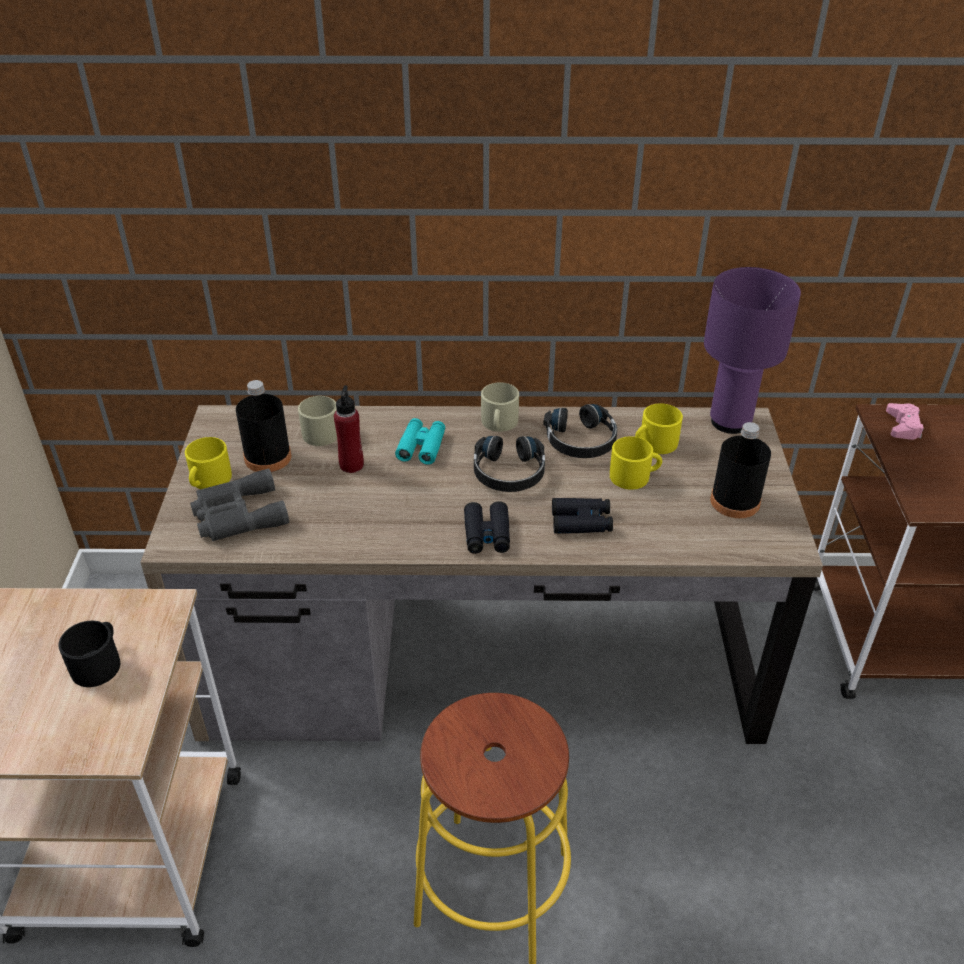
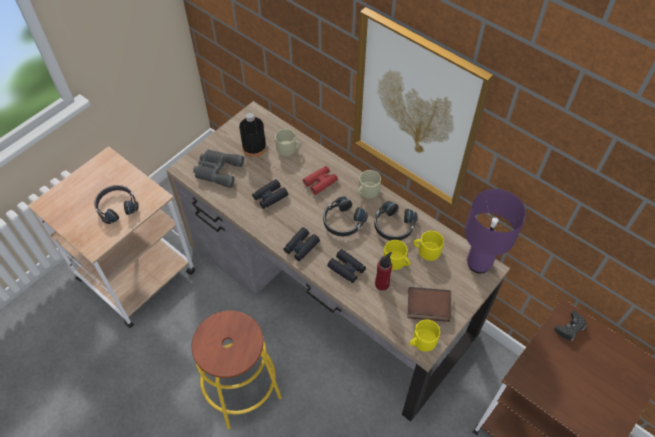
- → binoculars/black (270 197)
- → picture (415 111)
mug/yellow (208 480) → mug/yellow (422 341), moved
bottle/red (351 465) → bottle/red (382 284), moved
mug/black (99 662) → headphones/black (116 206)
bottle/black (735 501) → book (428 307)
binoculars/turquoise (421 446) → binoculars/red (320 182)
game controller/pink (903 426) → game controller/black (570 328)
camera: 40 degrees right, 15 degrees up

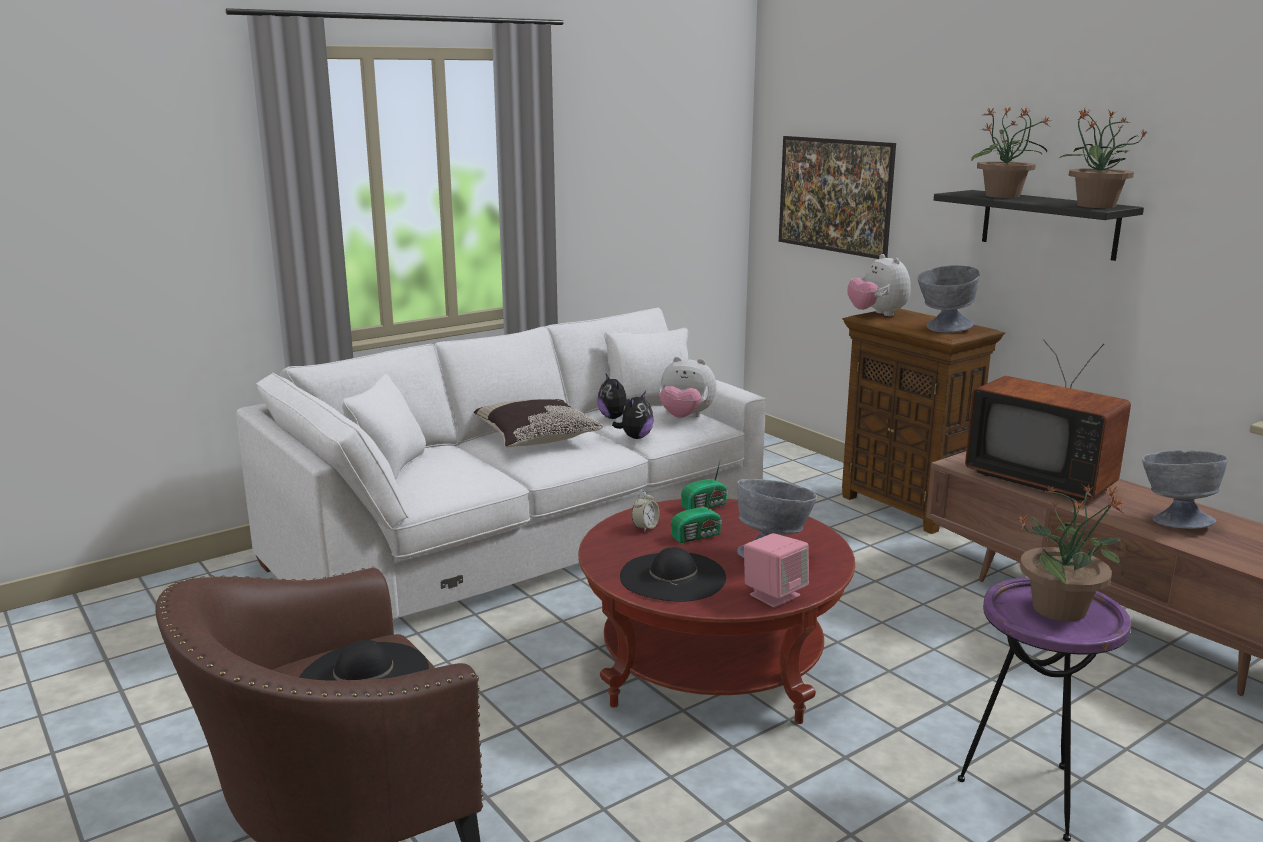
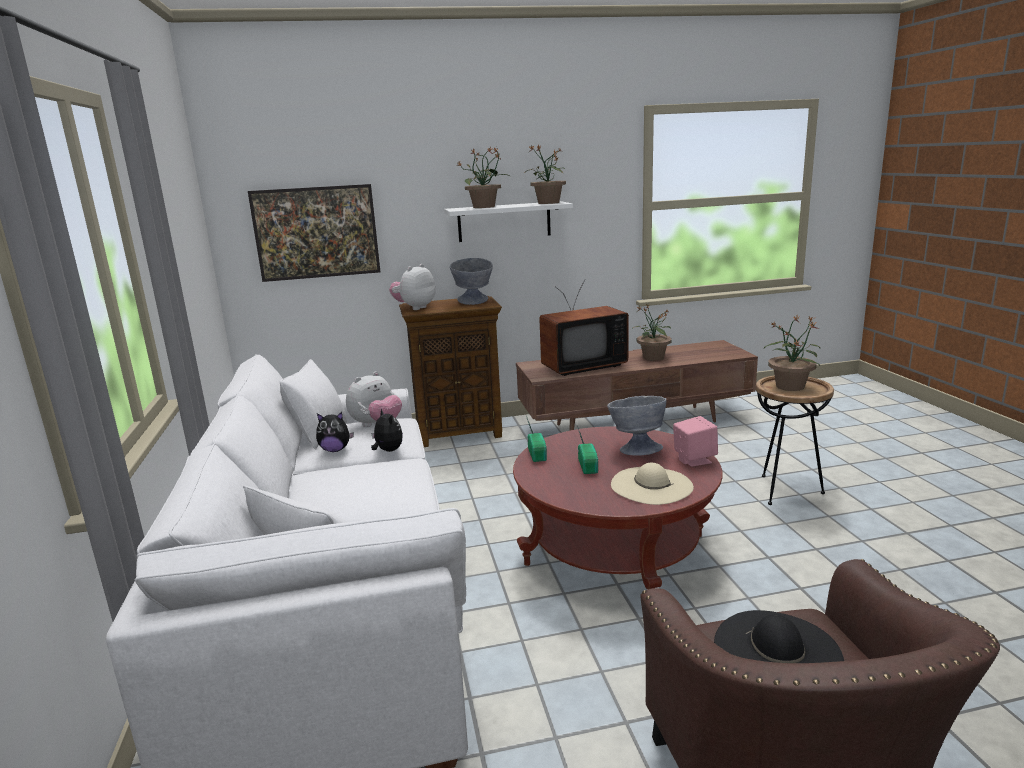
pillow (537 438) → -
alarm clock (645 527) → -
bowl/grey (1173 520) → potted plant (653 357)
hat/black (673 577) → hat/beige (651 485)
shelf/black (1049 224) → shelf/white (504 221)
side table/purple (1029 794) → side table/brown (784 490)
plush toy (877 314) → plush toy (414 308), 120 degrees clockwise
camera: 65 degrees left, 0 degrees up

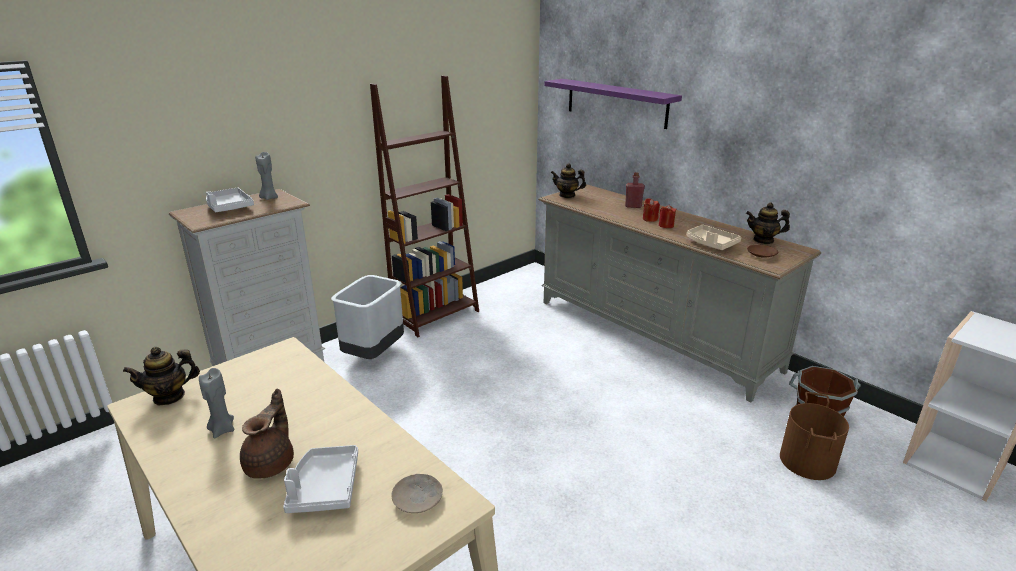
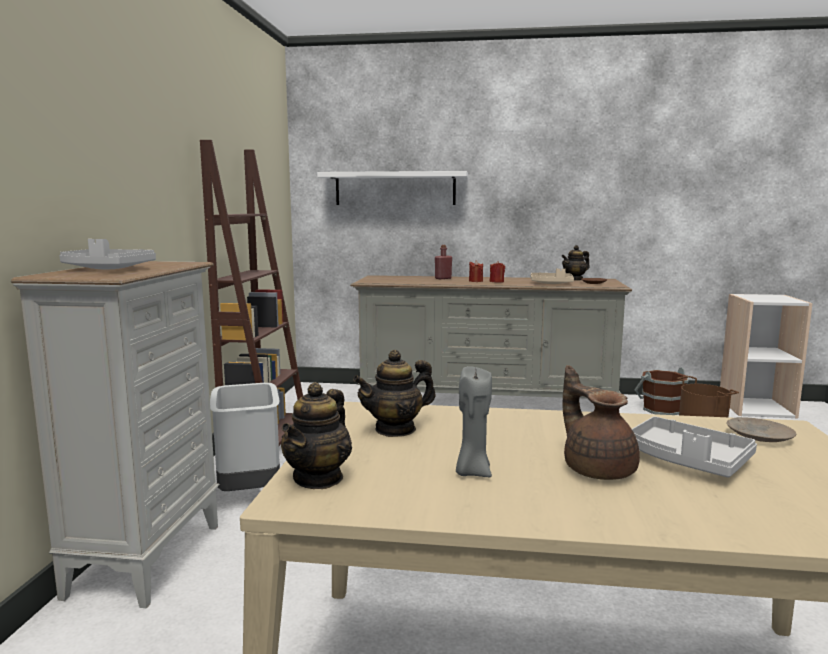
candle/grey (269 198) → -
teapot (567 195) → teapot (395 429), moved
shelf/purple (616 103) → shelf/white (395 189)
camera: 40 degrees left, 15 degrees down

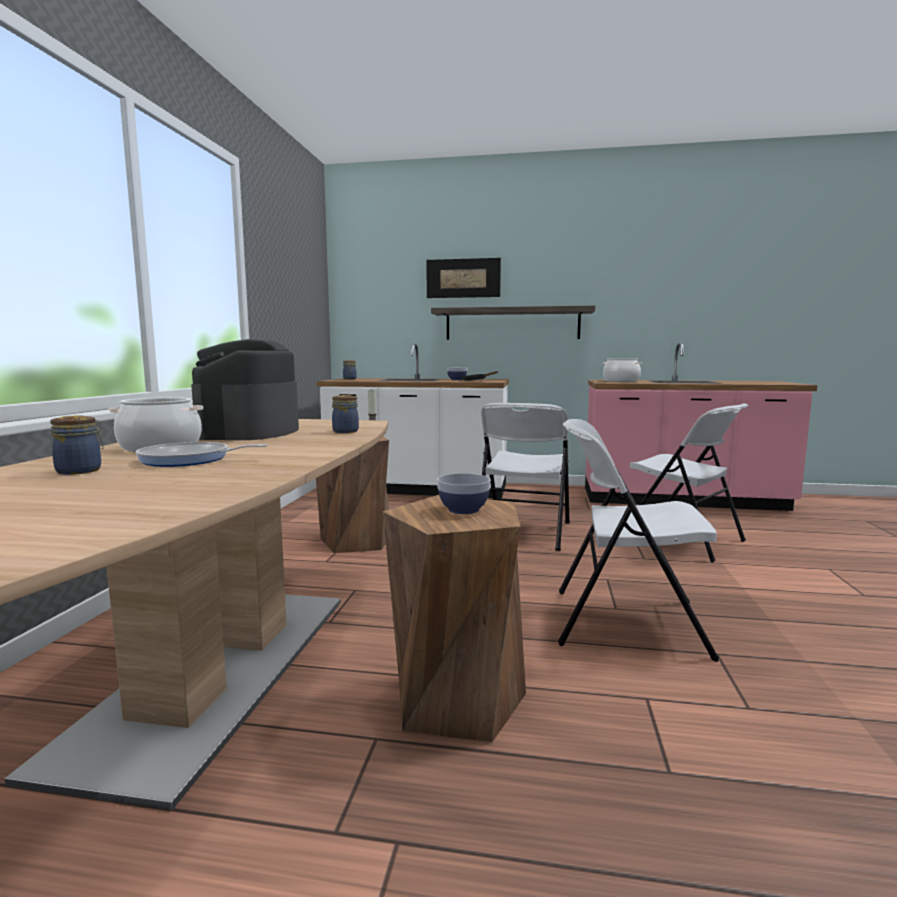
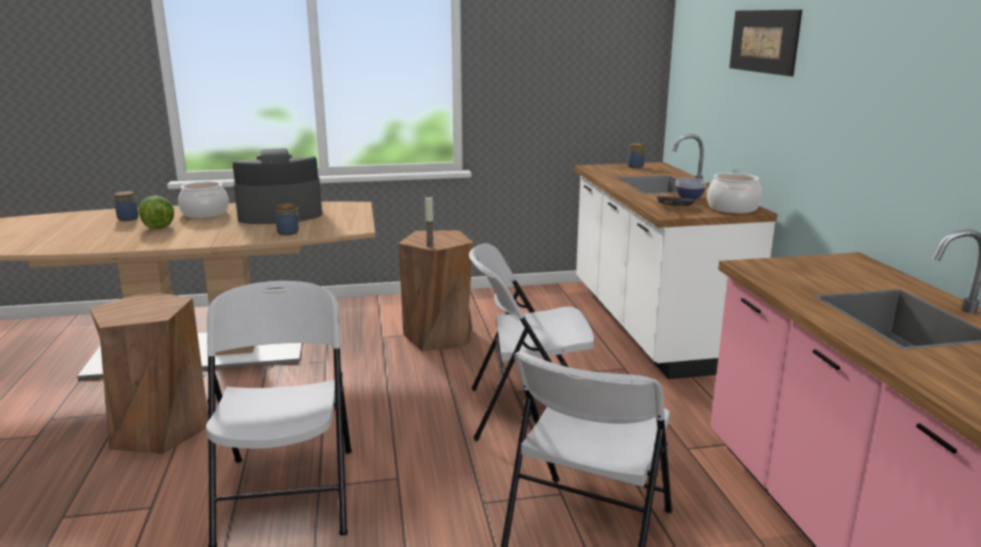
shelf (512 324) → -
bowl (463 510) → -
cooking pot (621 381) → cooking pot (733 208), moved
frying pan (189 460) → lettuce (159 226)
camera: 70 degrees right, 10 degrees up

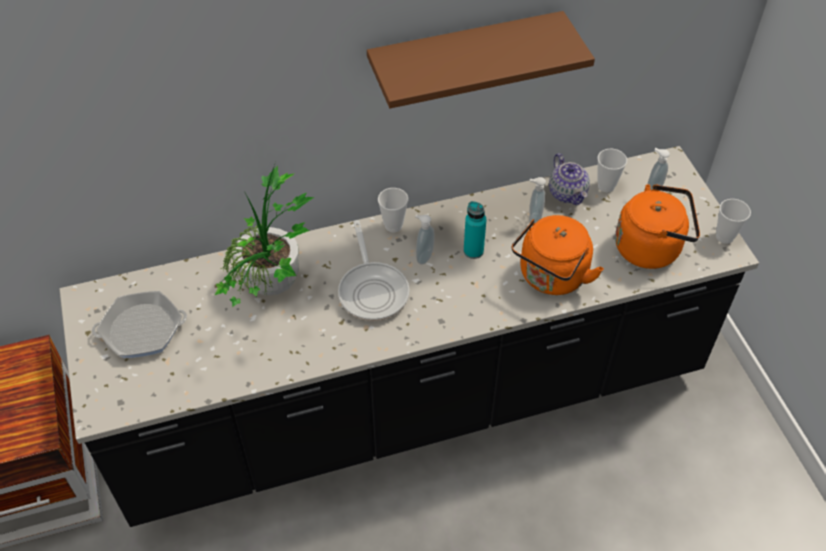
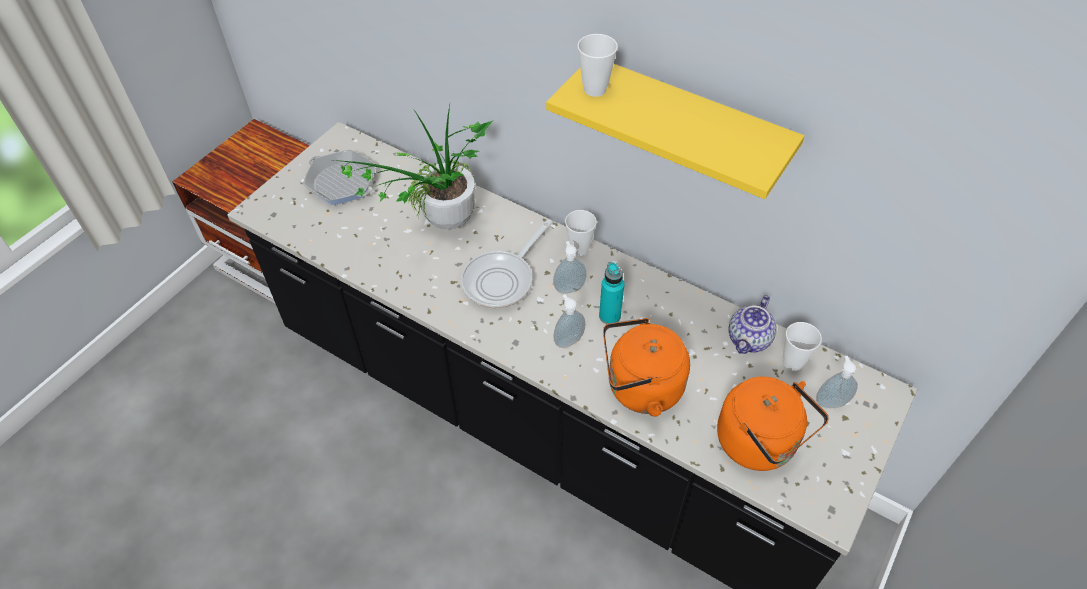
soap dispenser (533 219) → soap dispenser (568 340), moved
cup (724 237) → cup (595 89), moved
shelf/brown (465 58) → shelf/yellow (687 125)
camera: 50 degrees right, 0 degrees up

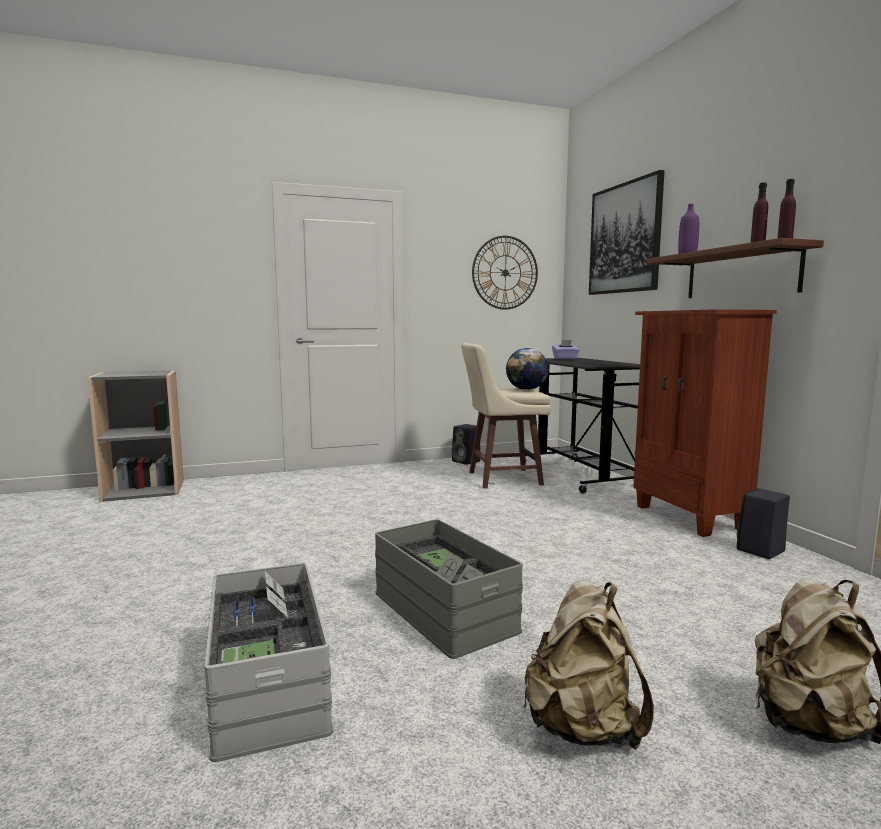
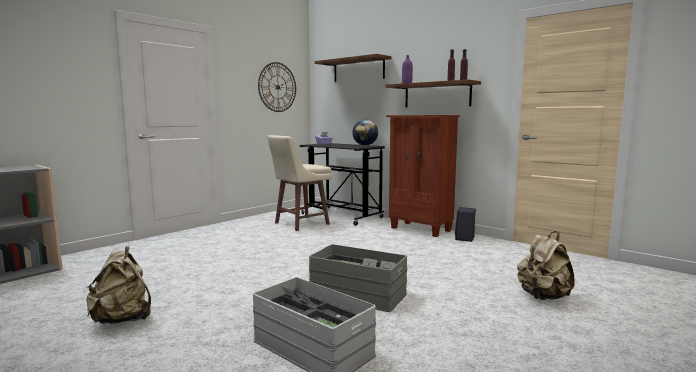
speaker/black (467 461) → -
globe (526 389) → globe (365 145), moved
backpack/beige (583 727) → backpack/beige (122 319), moved
picture (625 238) → shelf/brown (358 70)
camera: 30 degrees left, 0 degrees up

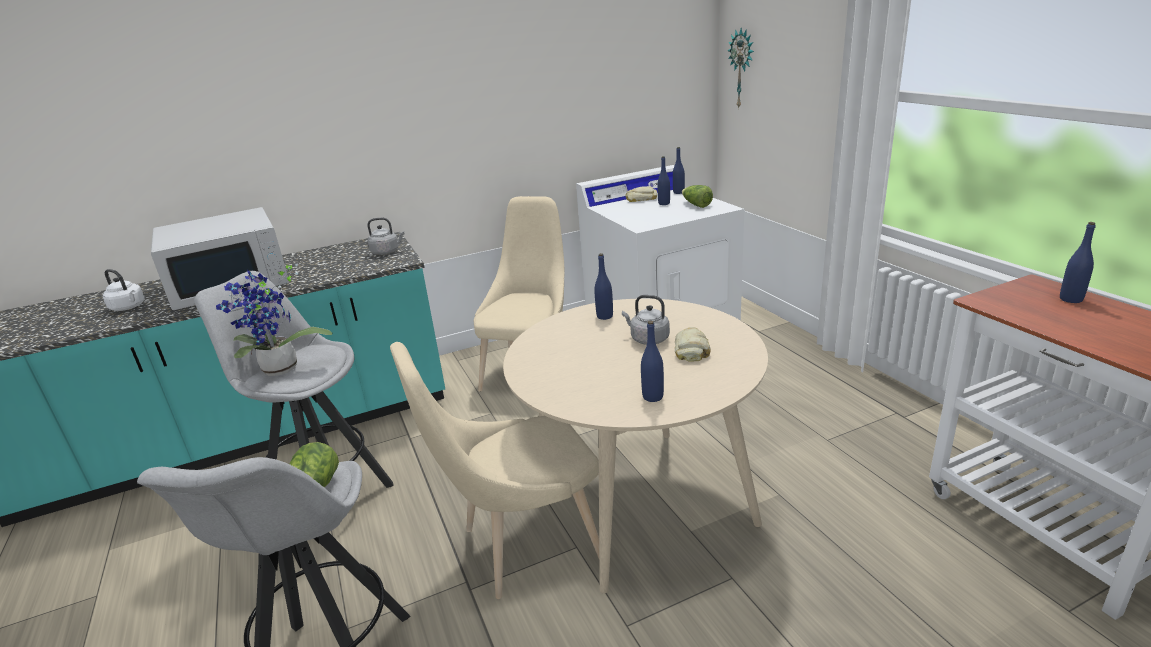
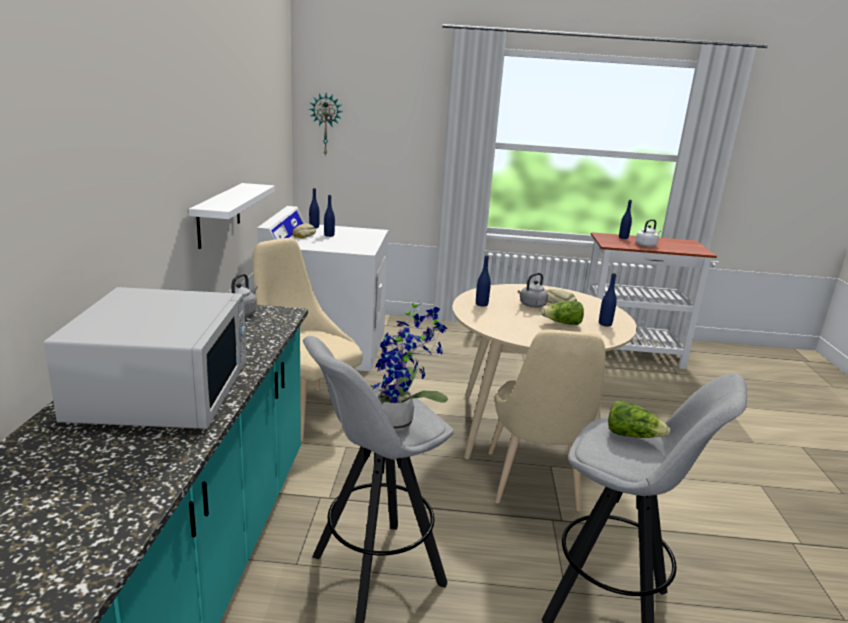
- → shelf/white (219 214)
kettle/white (129 307) → kettle/white (646 245), moved
lettuce (696 205) → lettuce (562 323), moved
camera: 65 degrees left, 5 degrees down

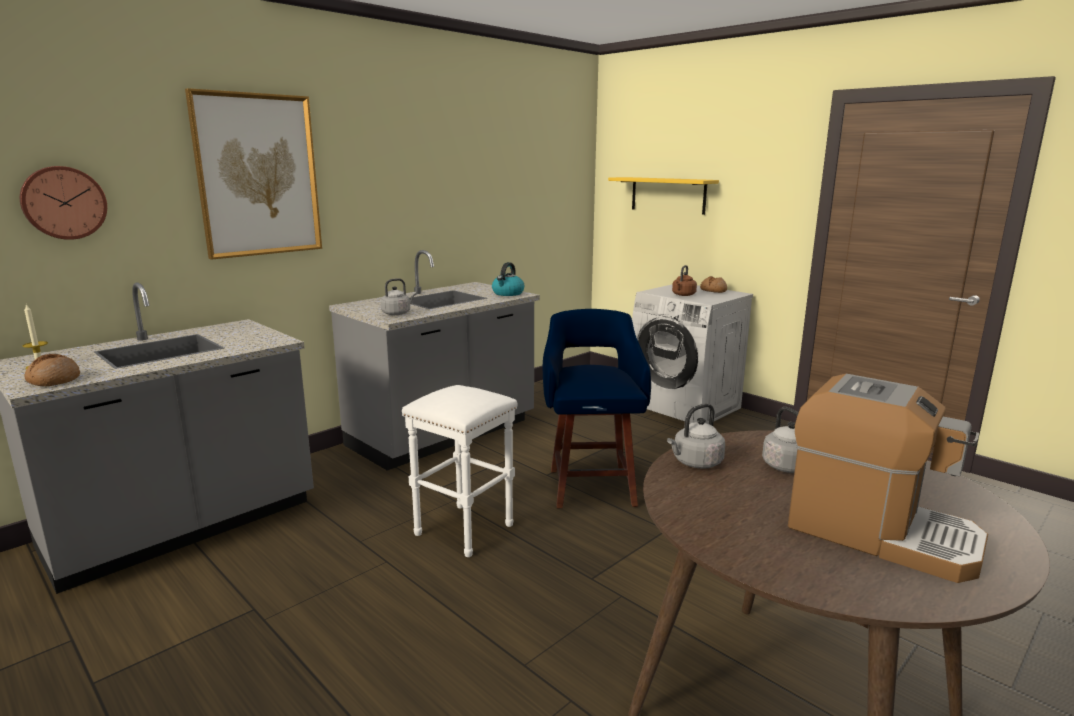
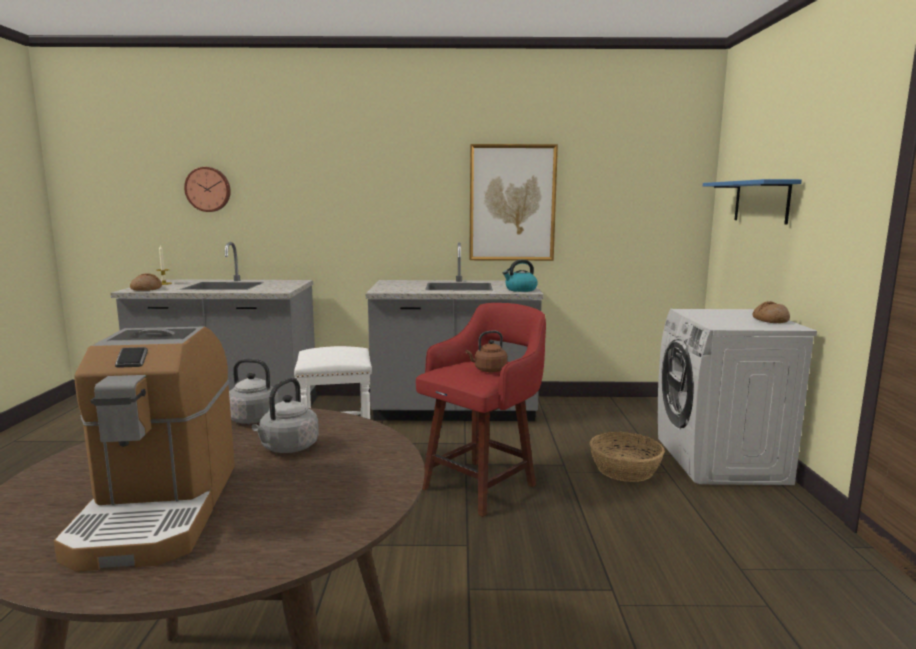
kettle/grey (397 313) → -
- → basket (624 469)
picture (258 175) → picture (512 203), moved
kettle/brown (683 295) → kettle/brown (488 370), moved
stool/blue (591 485) → stool/red (482 485)
shelf/yellow (668 195) → shelf/blue (761 201)
camera: 45 degrees right, 5 degrees down

